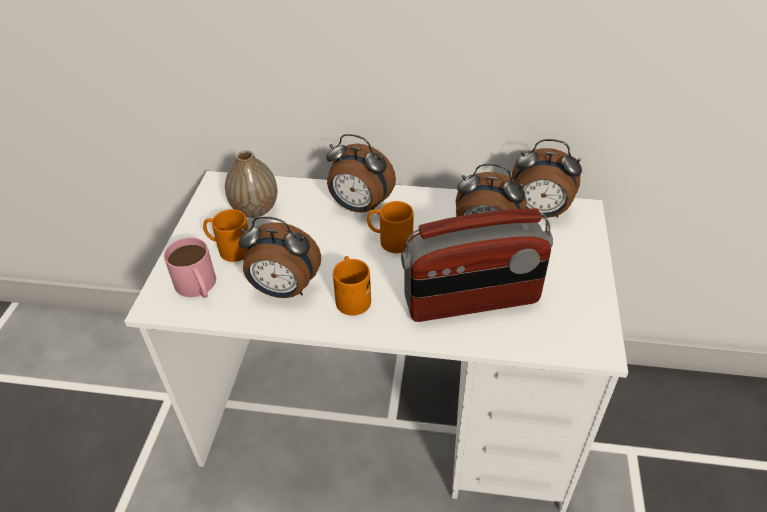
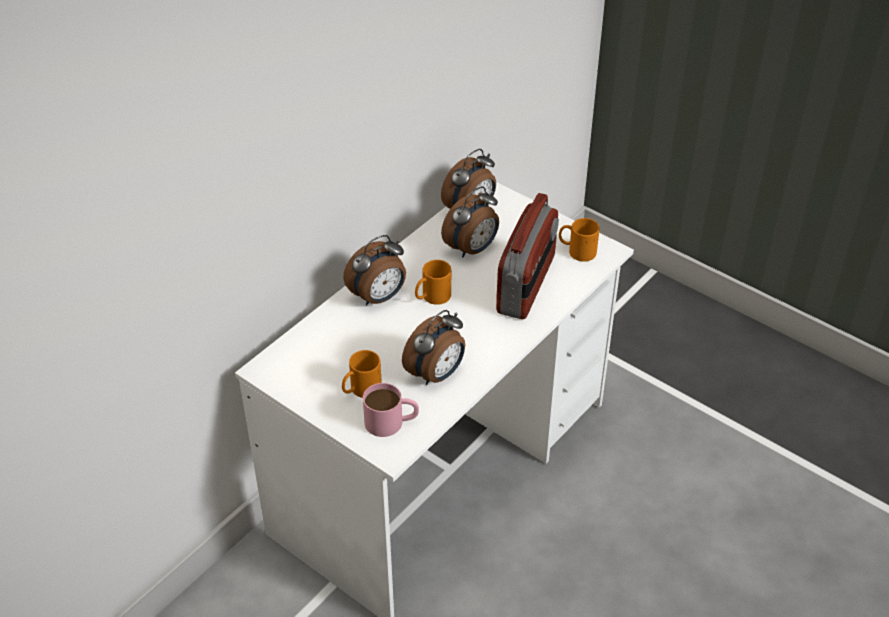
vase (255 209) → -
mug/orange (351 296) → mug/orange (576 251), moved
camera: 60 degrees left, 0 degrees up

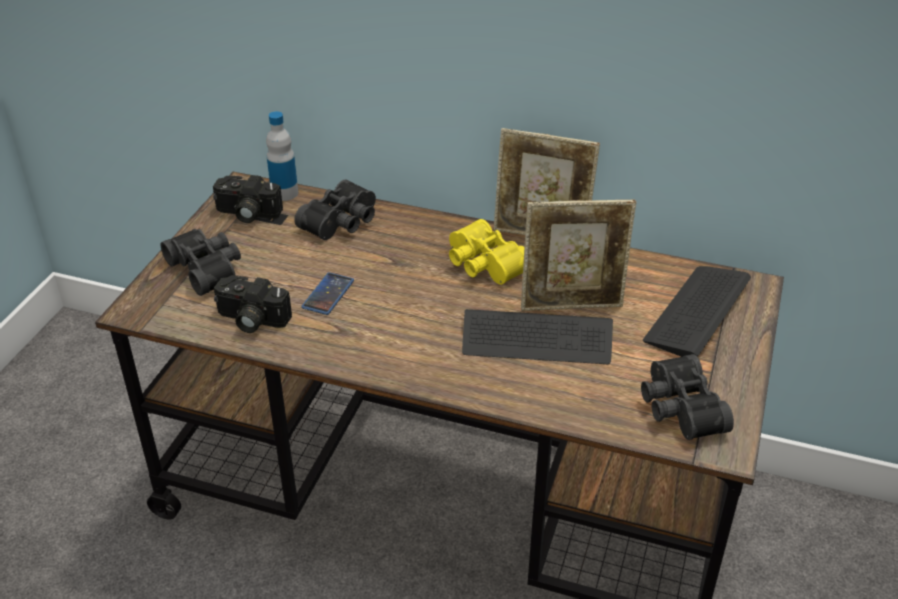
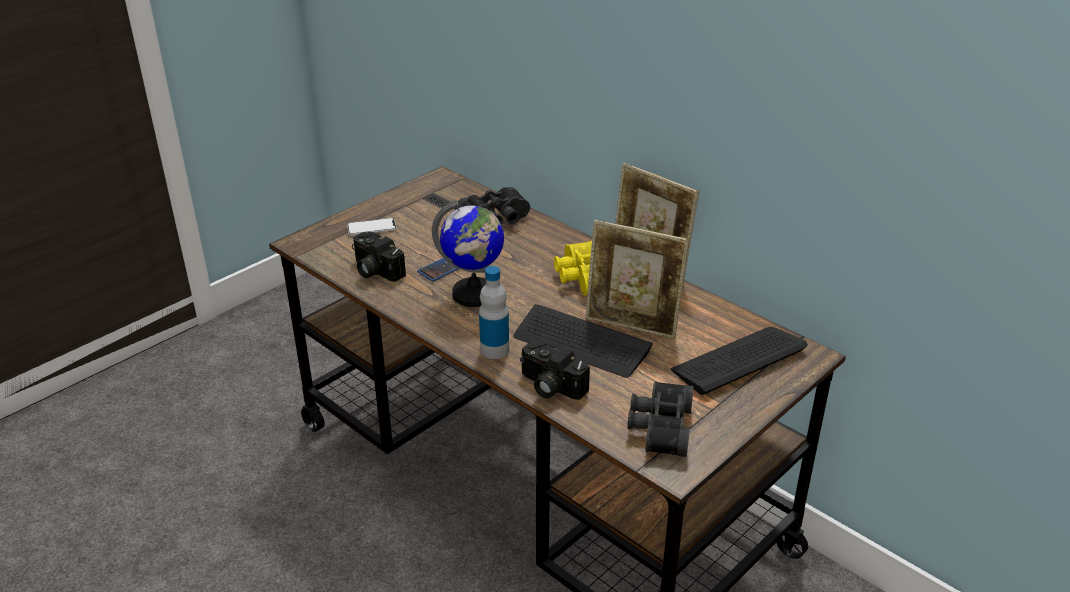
- → globe (474 295)
photo camera (246 214) → photo camera (549 386), moved
bottle (284 193) → bottle (494 350), moved
binoculars/black (207 268) → phone (371 228)
camera: 25 degrees right, 5 degrees down

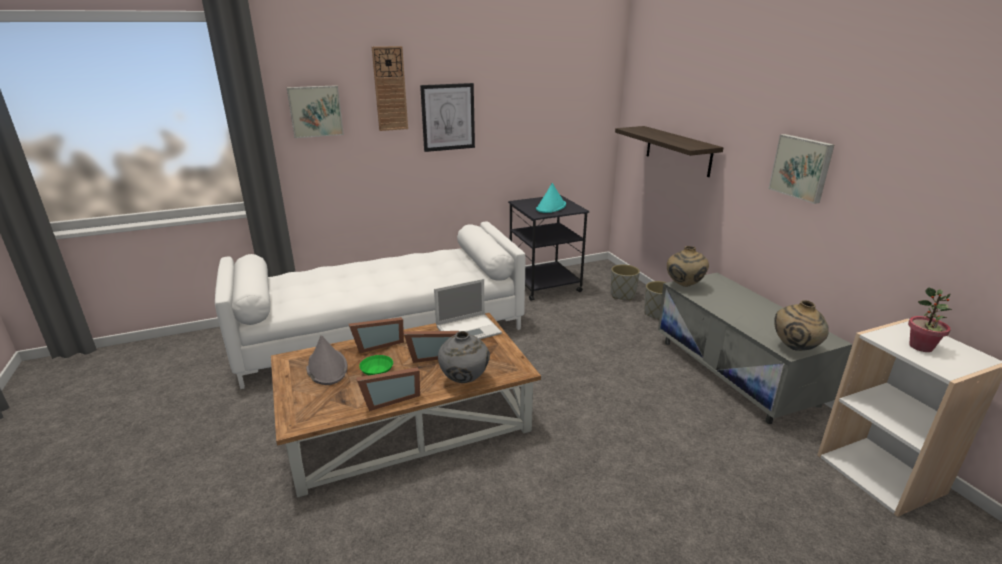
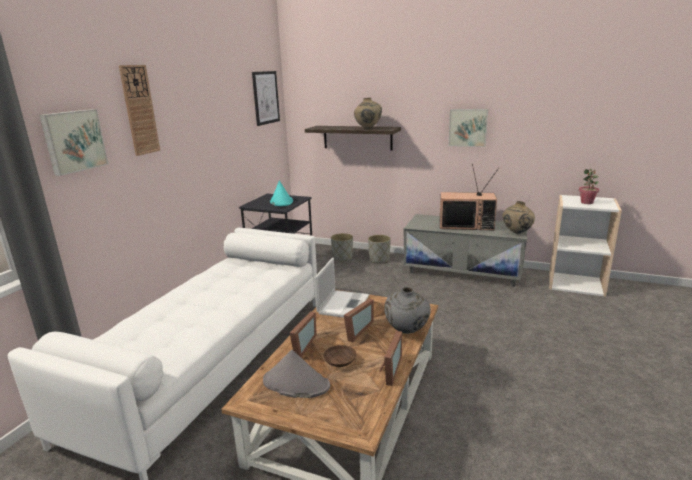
- → television (466 225)
picture (448 117) → picture (265 97), moved
vase/beige (684 286) → vase/beige (368 128), moved
bowl/green (377 370) → bowl/brown (339 361)
camera: 45 degrees left, 5 degrees down

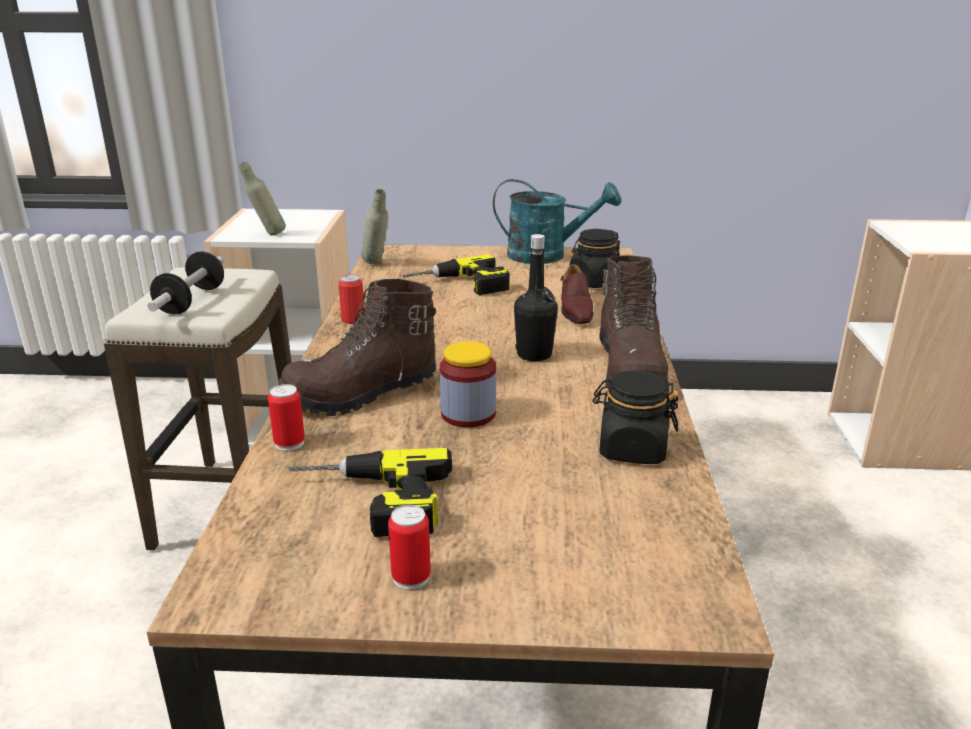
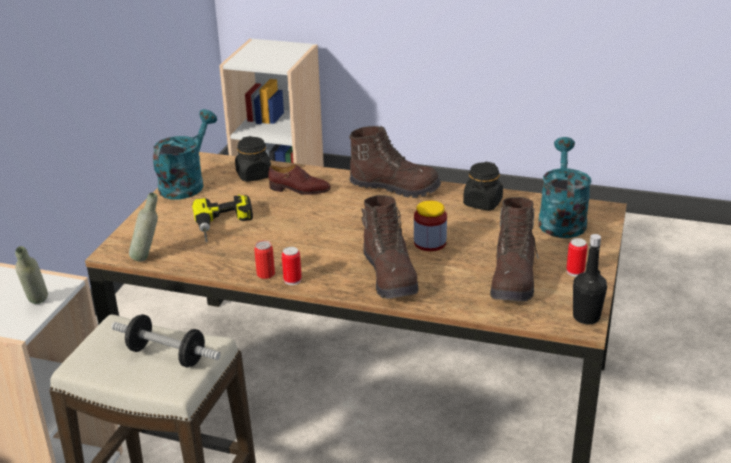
- → watering can/turquoise (561 219)
can (289 443) → can (292 280), moved
bottle/black (534 354) → bottle/black (586 317), moved
power drill (369 502) → boot/brown (513 279)
camera: 75 degrees left, 5 degrees up

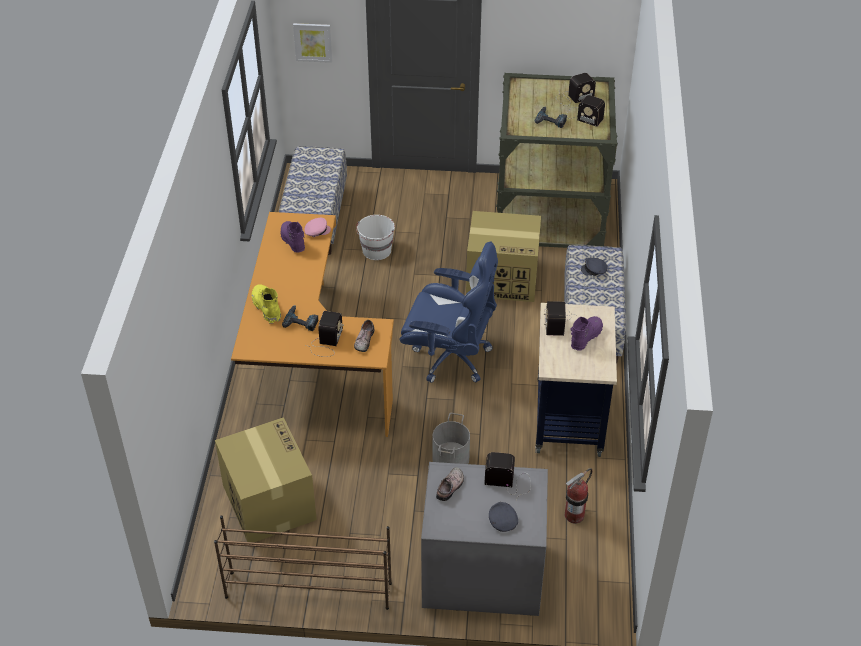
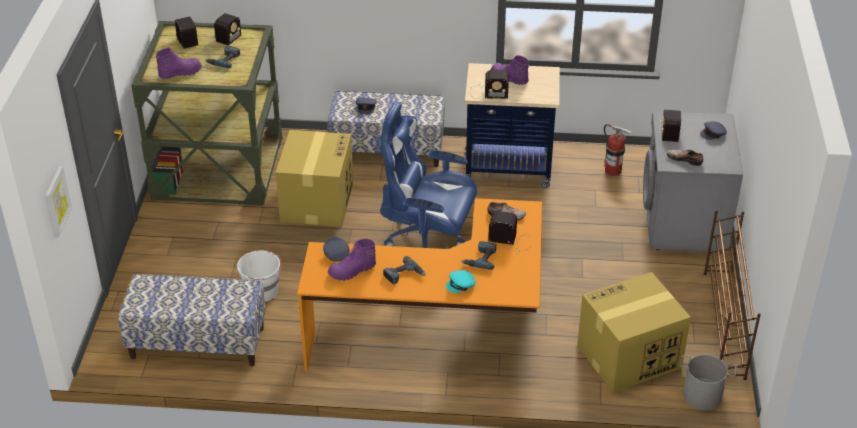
- → boot/purple (180 73)
- → power drill (404 275)
bucket/grey (450 459) → bucket/grey (702 396), moved
boot/yellow (267 307) → cap/turquoise (461 284)
cap/pink (316 231) → cap/grey (336 254)
office chair/blue (447 357) → office chair/blue (429 239), 90 degrees counterclockwise
camera: 90 degrees left, 5 degrees down

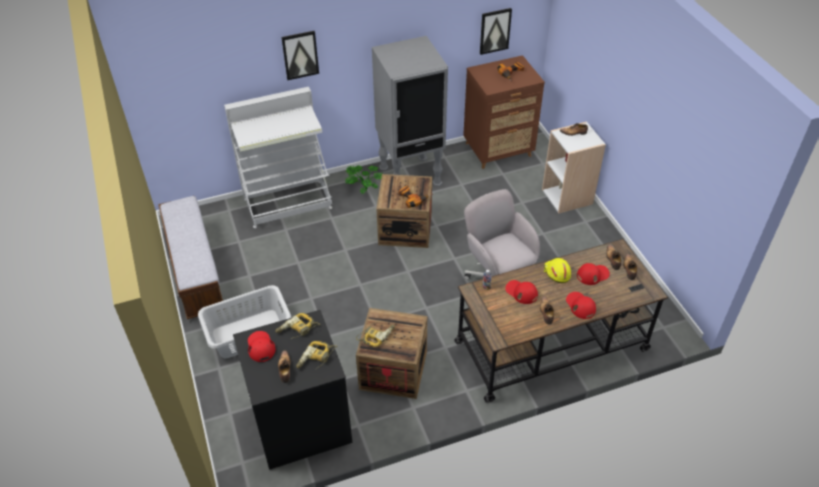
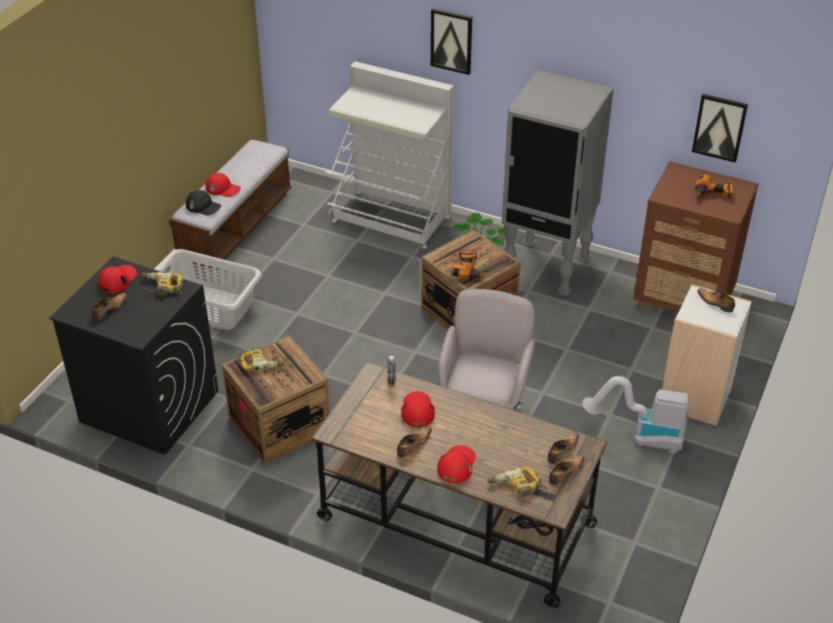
hard hat/yellow (556 273) → -
- → cap/black (203 206)
- → vacuum cleaner (640 436)
power drill (316 359) → power drill (516 488), moved
cap/red (592 275) → cap/red (223 188), moved
camera: 45 degrees right, 5 degrees down

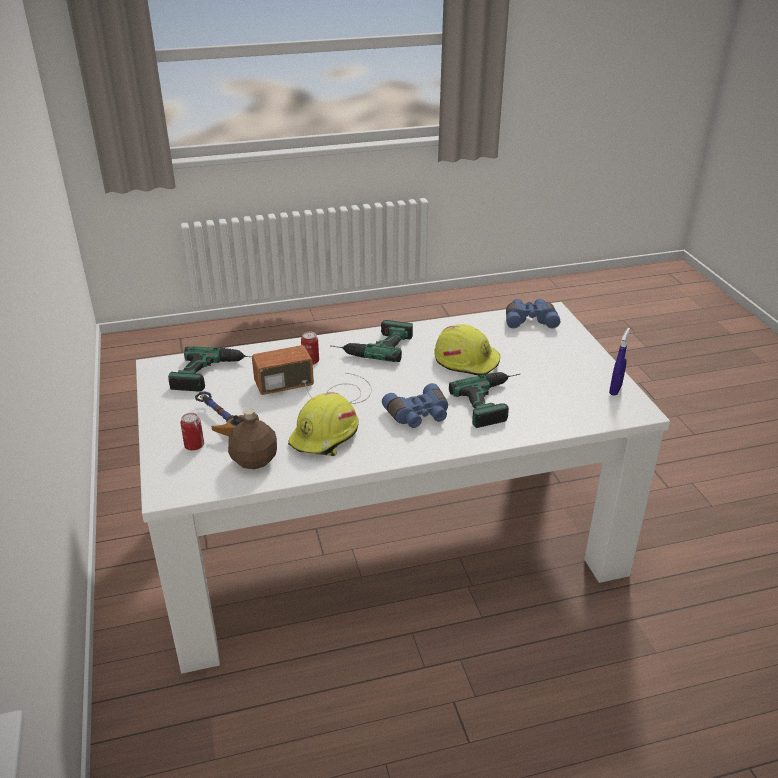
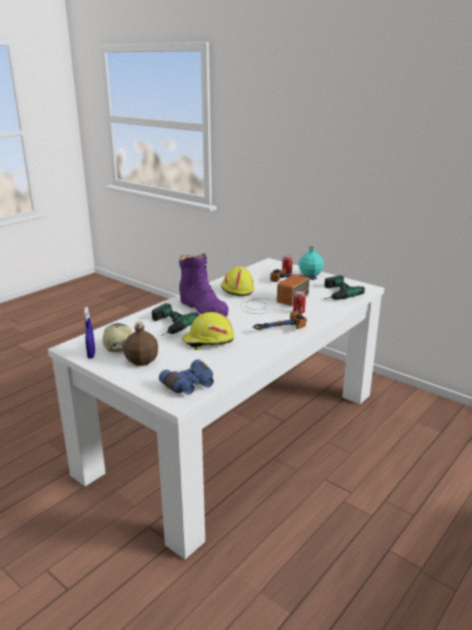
- → cap (118 344)
- → bottle/turquoise (310 274)
bottle/brown (253 460) → bottle/brown (142 361), moved
power drill (371 345) → hammer (279 330)
binoculars/blue (418 416) → boot/purple (203 308)
camera: 145 degrees right, 10 degrees down

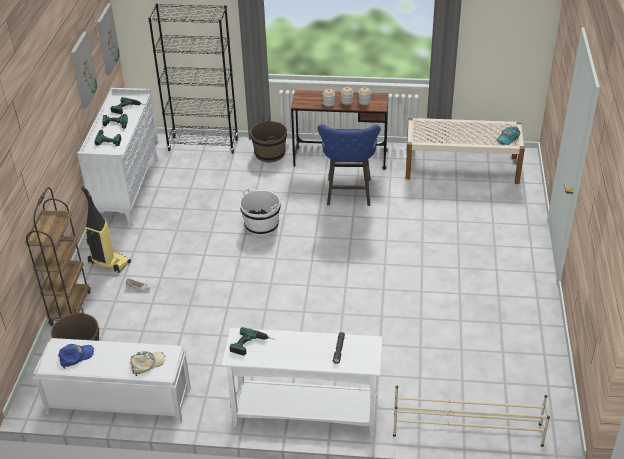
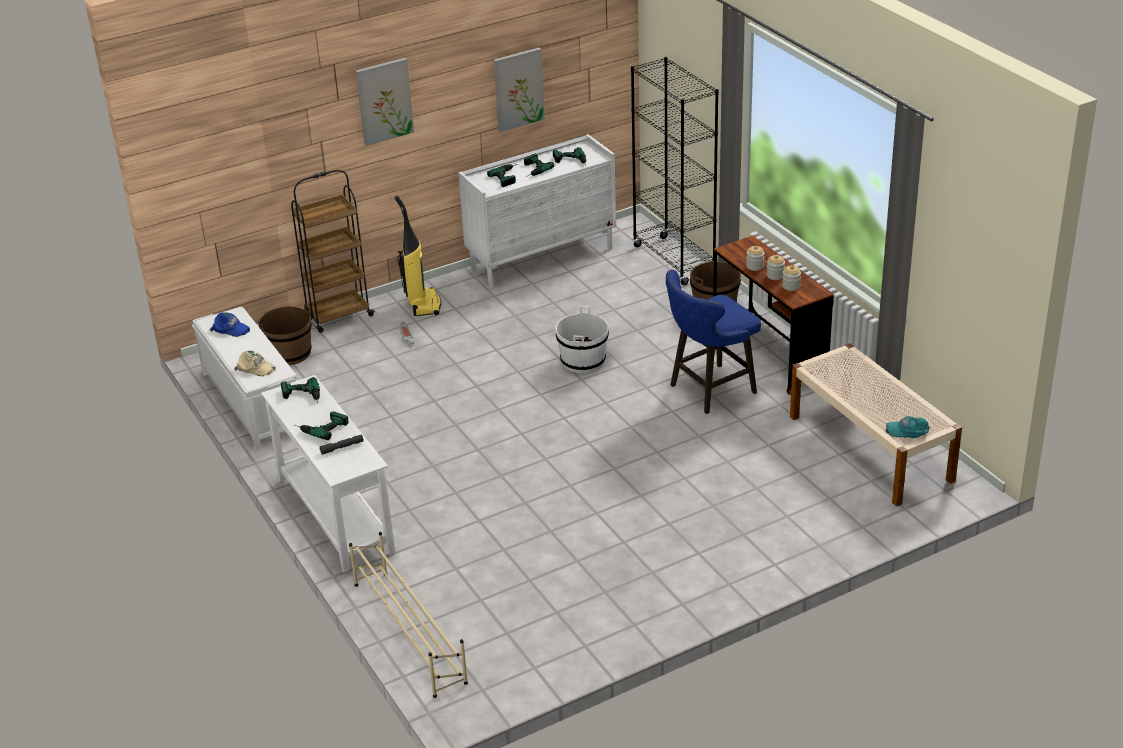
- → power drill (320 427)
picture (107 39) → picture (384 101), moved
camera: 55 degrees right, 5 degrees down

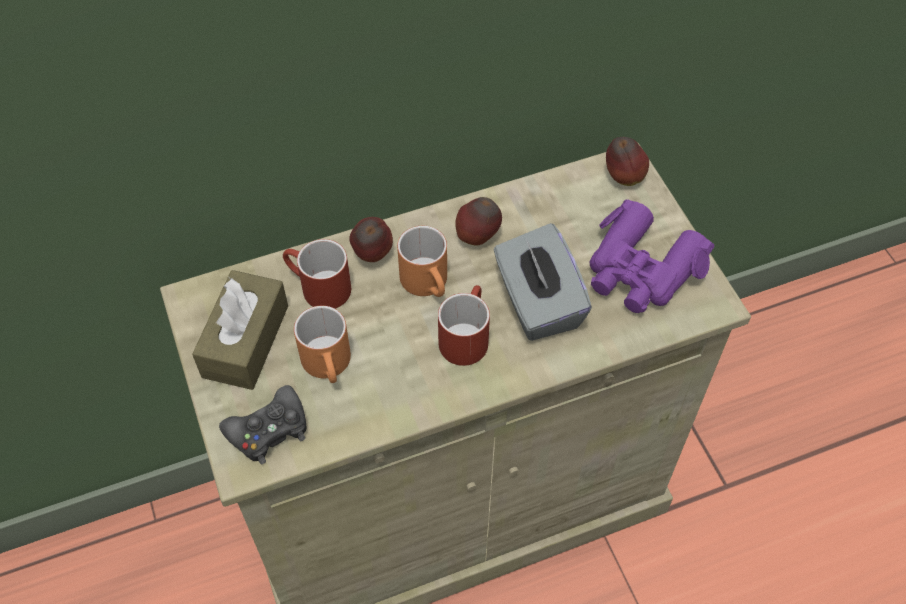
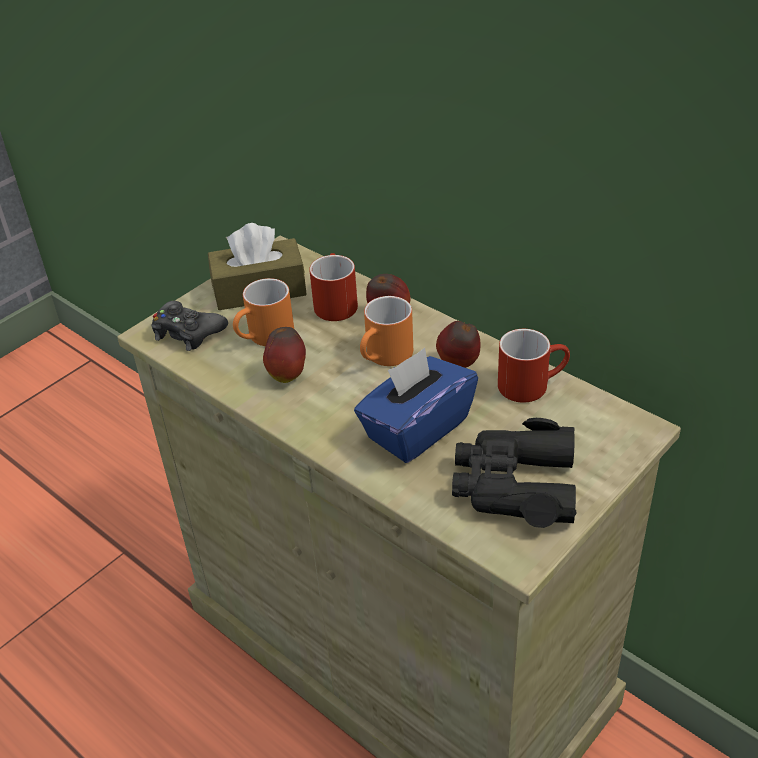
mug/red (464 335) → mug/red (531 384), moved
apple (623 178) → apple (287 375), moved
tissue box/grey (537 303) → tissue box/blue (416 429)
binoculars/purple (641 270) → binoculars/black (514 485)
camera: 65 degrees right, 15 degrees down

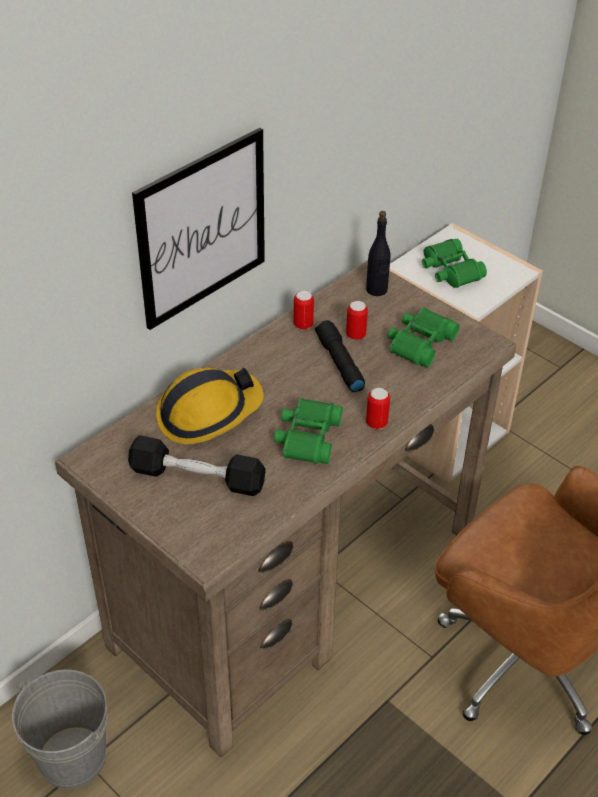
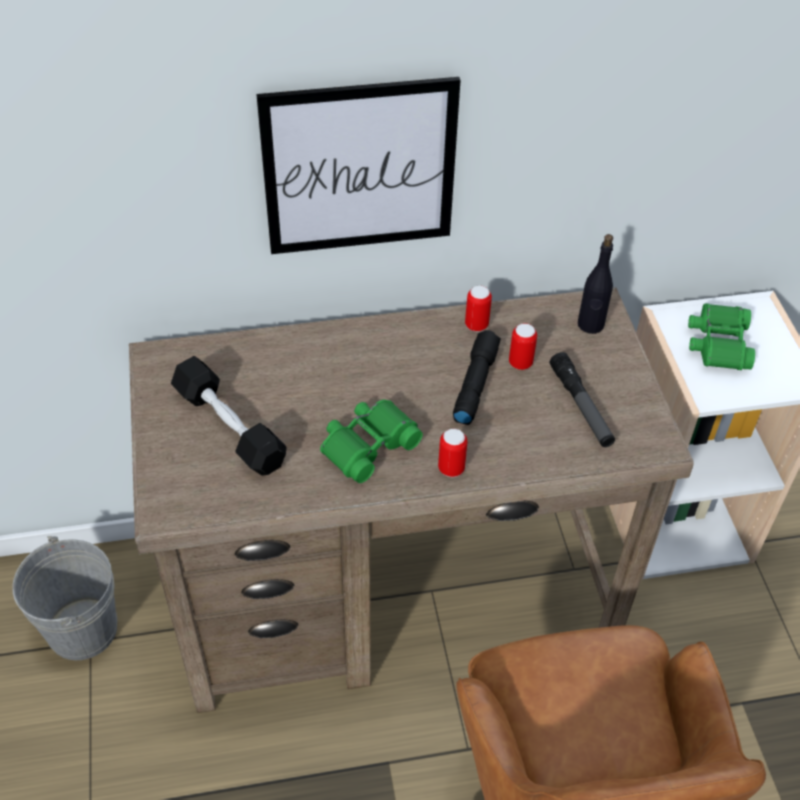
hard hat (208 413) → -
binoculars/green (419 343) → flashlight (581 406)
camera: 35 degrees right, 5 degrees up

